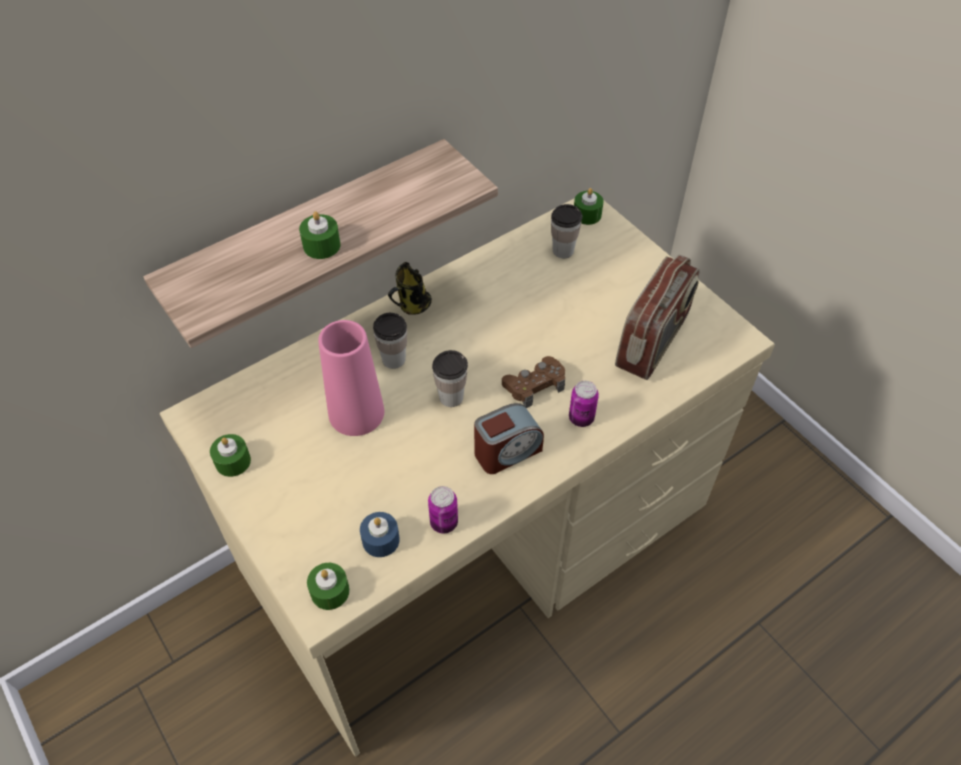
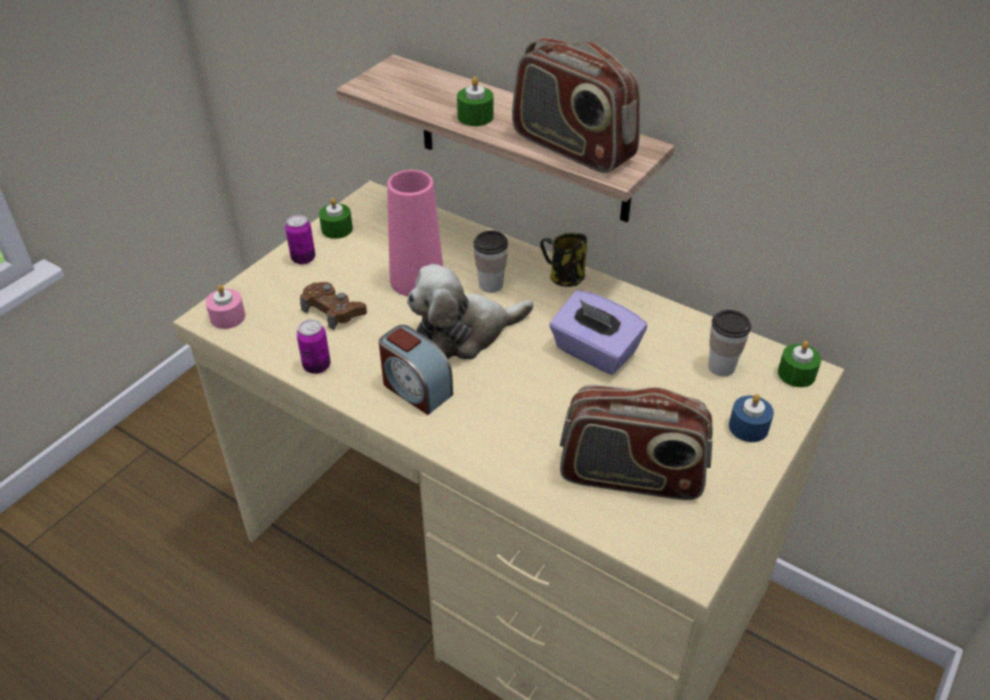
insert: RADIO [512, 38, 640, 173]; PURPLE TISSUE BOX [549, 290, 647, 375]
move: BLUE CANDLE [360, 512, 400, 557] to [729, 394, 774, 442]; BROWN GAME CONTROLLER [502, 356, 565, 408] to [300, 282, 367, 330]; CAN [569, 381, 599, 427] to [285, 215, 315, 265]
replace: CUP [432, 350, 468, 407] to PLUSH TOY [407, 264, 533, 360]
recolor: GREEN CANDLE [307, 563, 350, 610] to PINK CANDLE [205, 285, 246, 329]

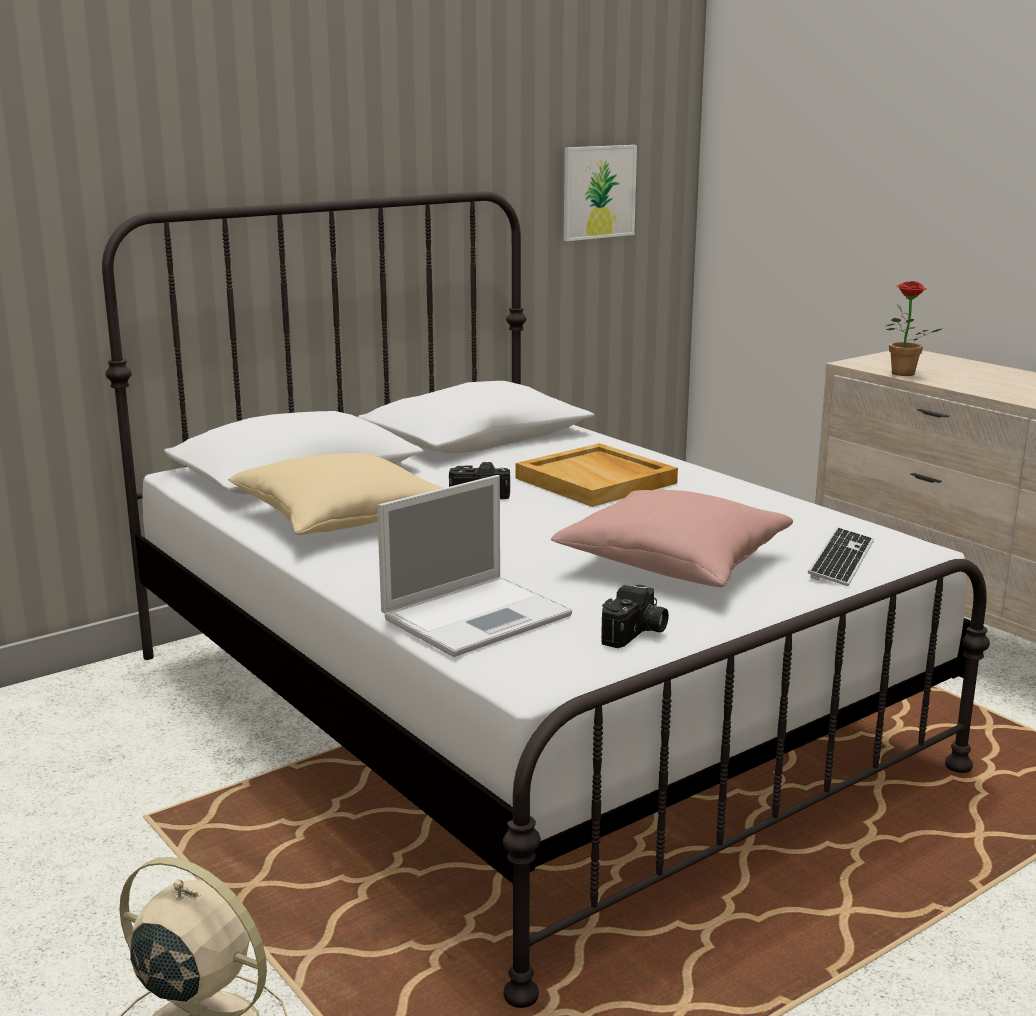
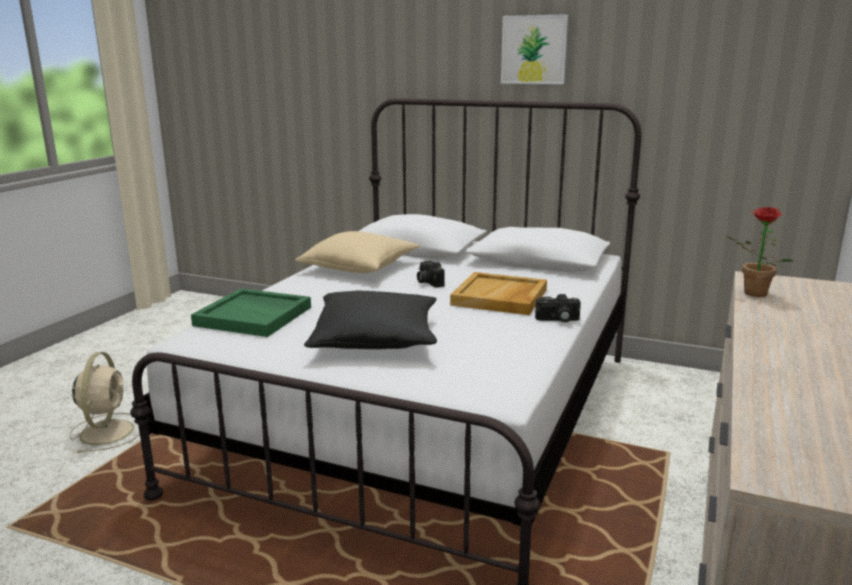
delete: KEYBOARD [807, 527, 874, 586]
move: PICTURE [564, 145, 637, 241] to [501, 14, 568, 84]; PHOTO CAMERA [601, 585, 669, 648] to [535, 294, 581, 322]
replace: LAPTOP [377, 475, 572, 657] to GREEN TRAY [191, 288, 311, 337]
recolor: PINK PILLOW [551, 490, 793, 587] to BLACK PILLOW [304, 291, 437, 349]

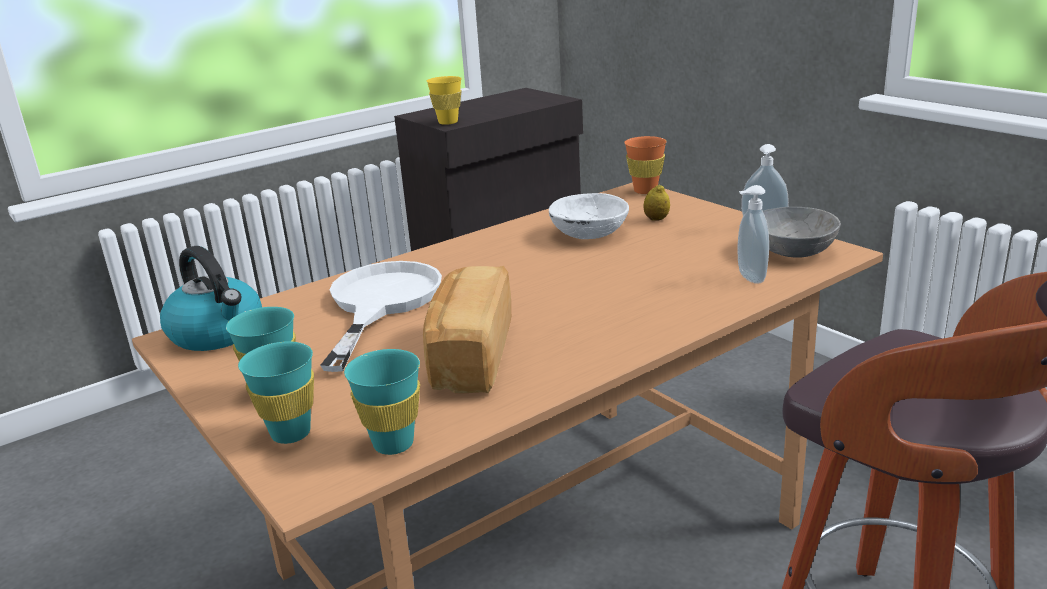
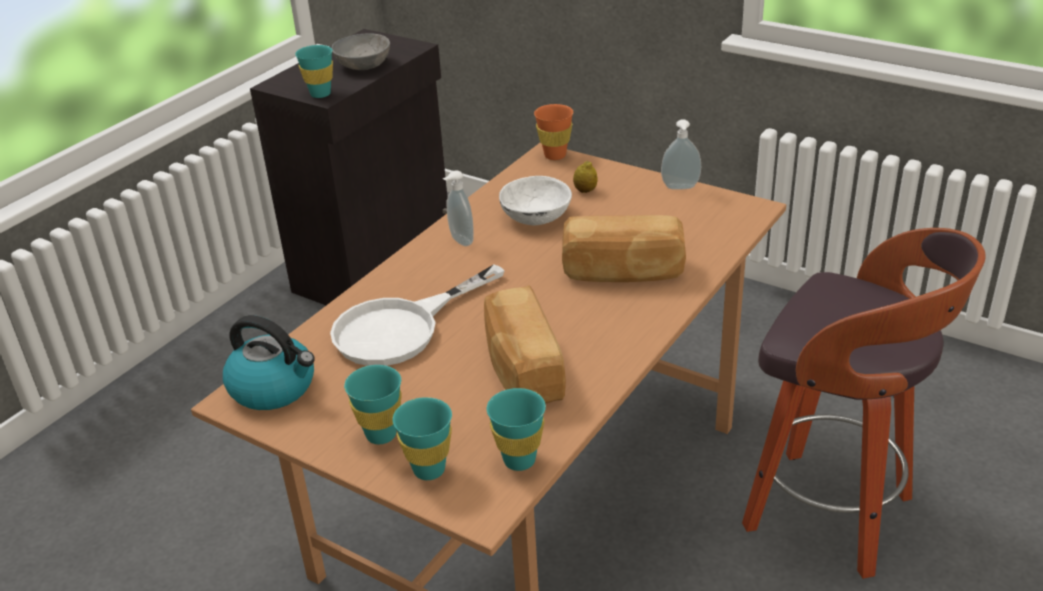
insert: BREAD [562, 215, 686, 282]
move: SOAP DISPENSER [738, 185, 769, 284] to [443, 170, 474, 246]; GREY BOWL [763, 207, 841, 258] to [331, 33, 390, 70]
recolor: YELLOW CUP [427, 76, 462, 125] to TURQUOISE CUP [295, 45, 333, 98]
rotate: WHITE FRYING PAN [320, 261, 442, 372] = [330, 264, 505, 366] 120 degrees counterclockwise

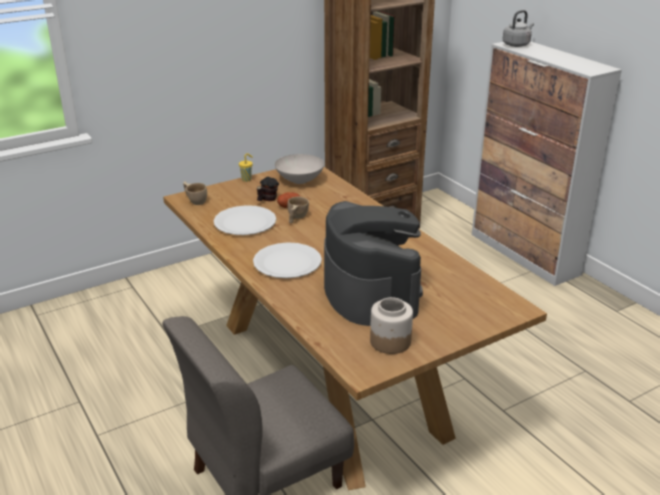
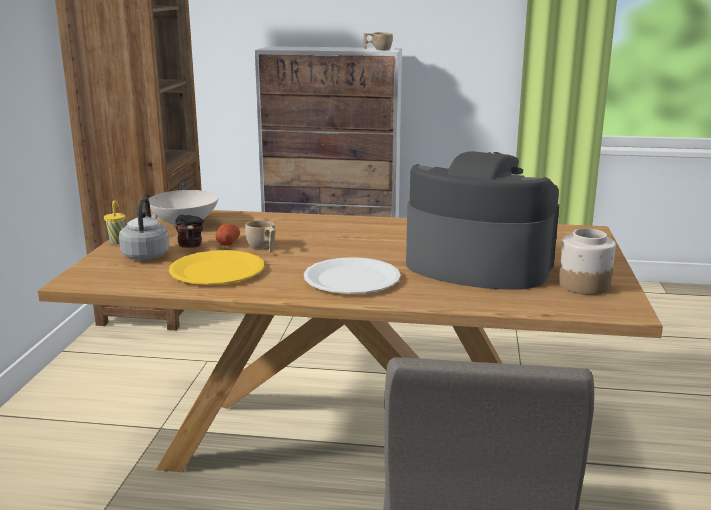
move: BEIGE CUP [183, 181, 207, 205] to [364, 32, 393, 50]; GREY KETTLE [502, 10, 534, 47] to [119, 197, 170, 260]
recolor: WHITE PLATE [213, 205, 276, 235] to YELLOW PLATE [169, 250, 264, 285]

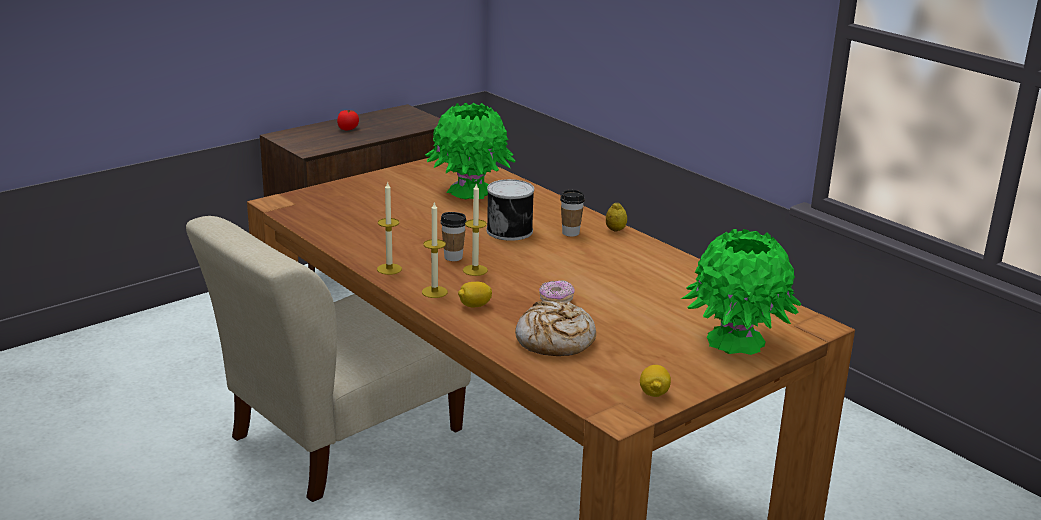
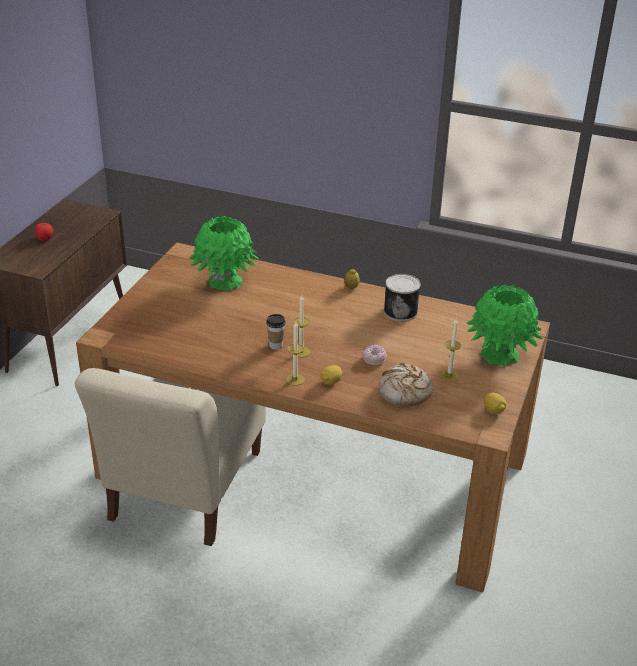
delete: CUP [560, 190, 585, 237]
move: CANDLE [377, 181, 402, 275] to [440, 319, 461, 382]; CAN [487, 179, 534, 241] to [384, 274, 420, 322]

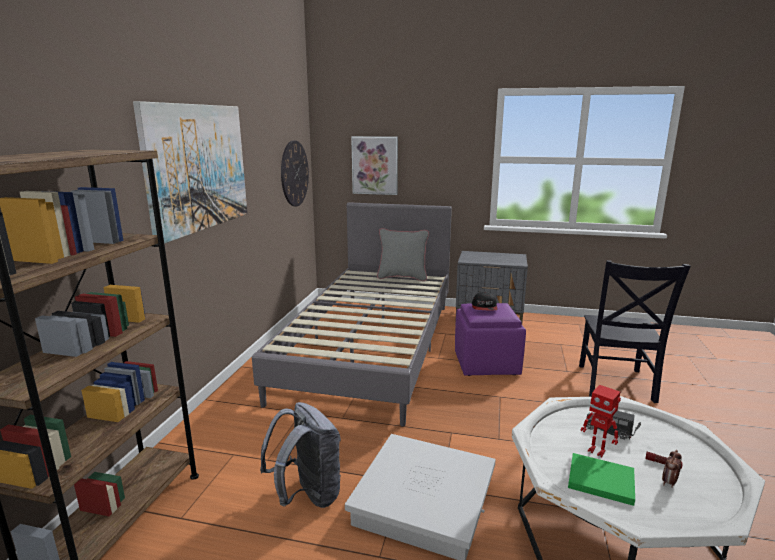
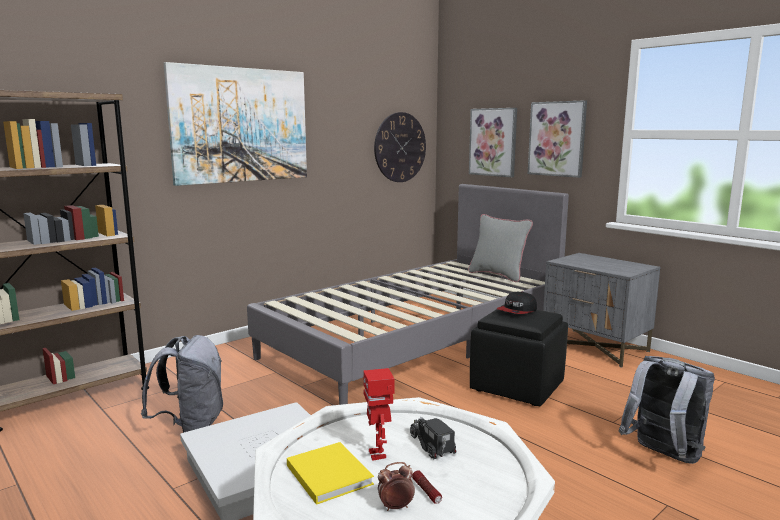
insert: PICTURE [528, 100, 587, 178]
replace: BLACK CHAIR [579, 260, 691, 403] to GREY BACKPACK [619, 356, 715, 464]
recolor: PURPLE OTTOMAN [455, 303, 526, 376] to BLACK OTTOMAN [470, 305, 568, 406]; GREEN BOOK [568, 453, 635, 506] to YELLOW BOOK [287, 442, 374, 505]

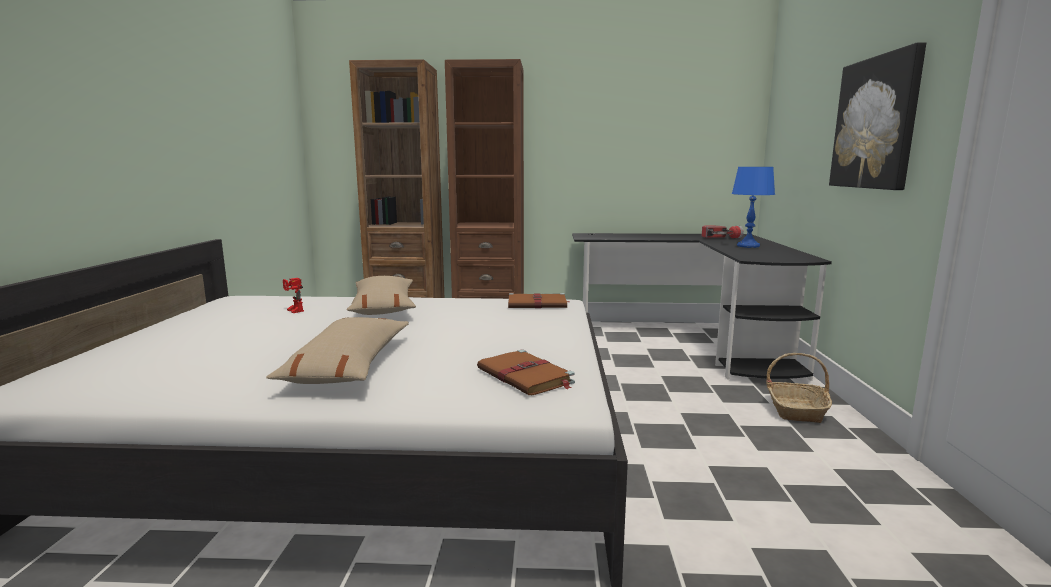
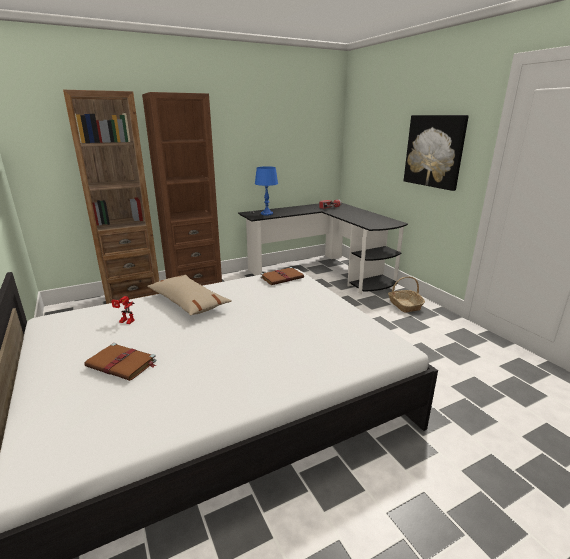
delete: BEIGE PILLOW [266, 317, 409, 384]
move: BROWN BOOK [477, 349, 575, 395] to [84, 343, 157, 381]; BLUE TABLE LAMP [732, 167, 775, 248] to [255, 166, 278, 215]

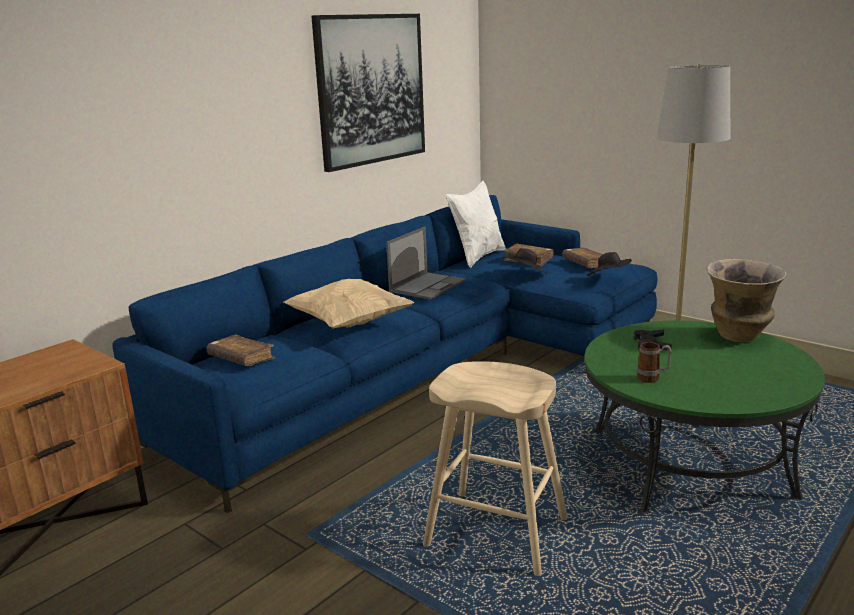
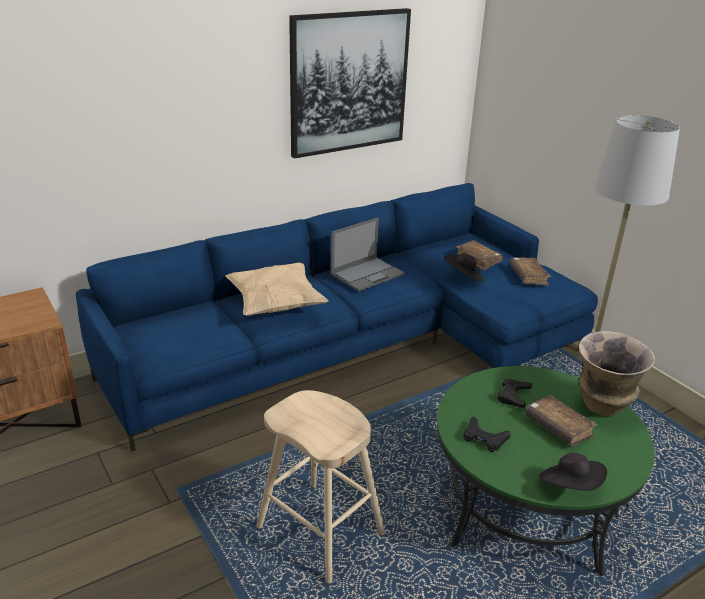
delete: WHITE PILLOW [446, 181, 506, 268]
move: BROWN BOOK [207, 334, 275, 366] to [525, 395, 598, 446]; BLACK HAT [587, 252, 632, 277] to [539, 453, 607, 491]
replace: MUG [637, 342, 672, 383] to BLACK GAME CONTROLLER [463, 416, 511, 452]

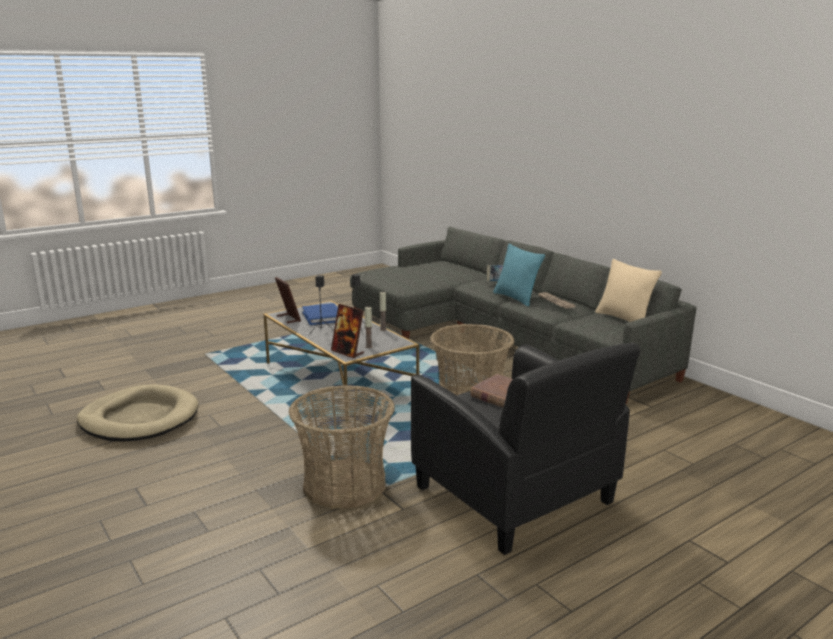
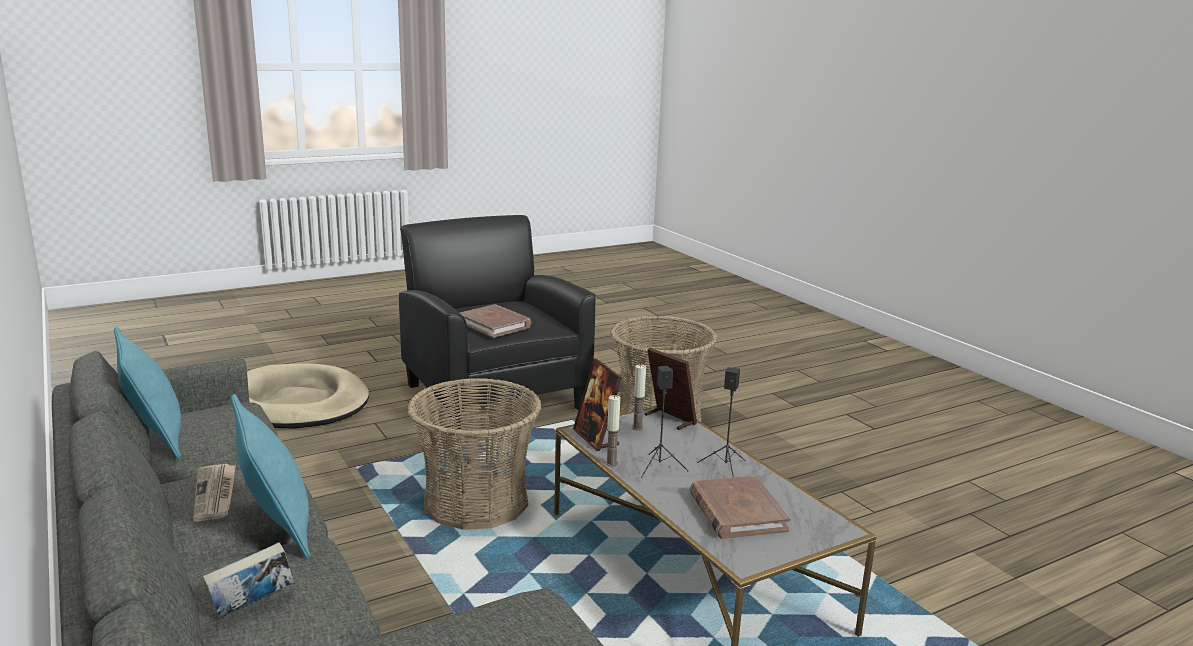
move: BEIGE DOG BED [76, 384, 199, 441] to [247, 363, 369, 429]; PICTURE FRAME [275, 277, 301, 323] to [573, 359, 622, 451]
recolor: BLUE BOOK [302, 303, 338, 325] to BROWN BOOK [690, 475, 791, 539]; BEIGE PILLOW [595, 259, 662, 322] to TURQUOISE PILLOW [114, 327, 181, 459]

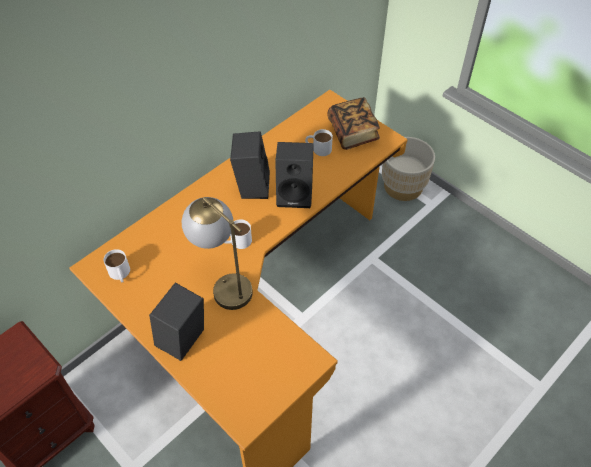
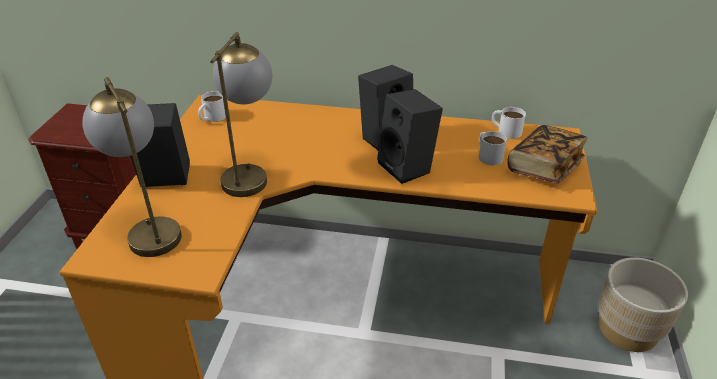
insert: TABLE LAMP [82, 77, 182, 257]
move: WHITE MUG [224, 219, 252, 249] to [492, 107, 526, 139]

